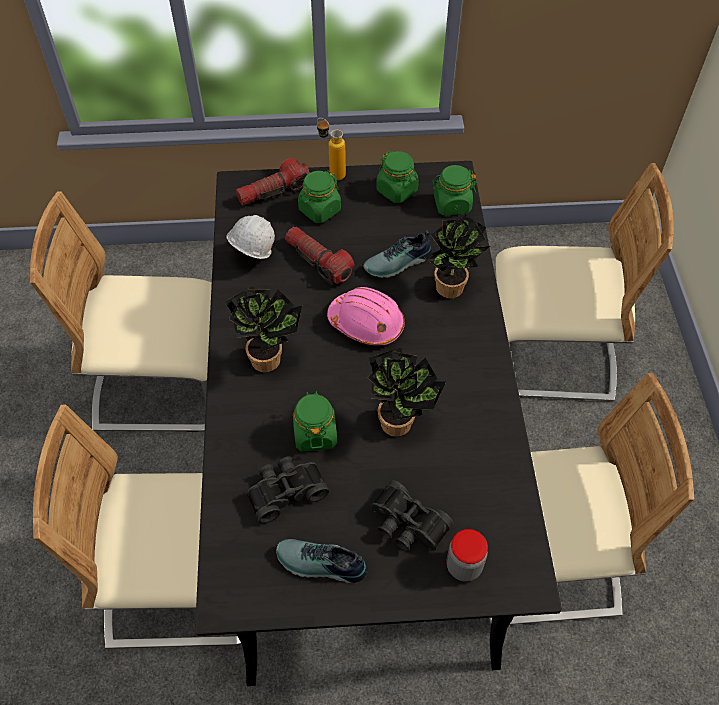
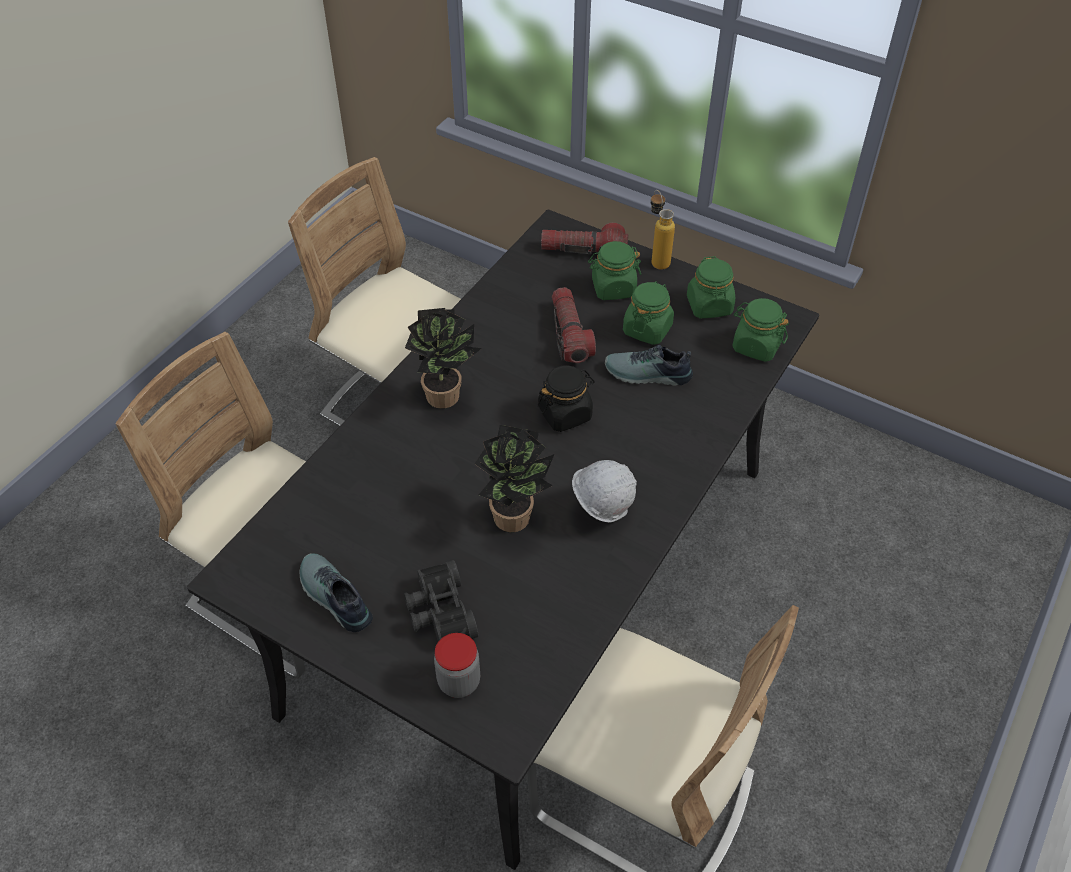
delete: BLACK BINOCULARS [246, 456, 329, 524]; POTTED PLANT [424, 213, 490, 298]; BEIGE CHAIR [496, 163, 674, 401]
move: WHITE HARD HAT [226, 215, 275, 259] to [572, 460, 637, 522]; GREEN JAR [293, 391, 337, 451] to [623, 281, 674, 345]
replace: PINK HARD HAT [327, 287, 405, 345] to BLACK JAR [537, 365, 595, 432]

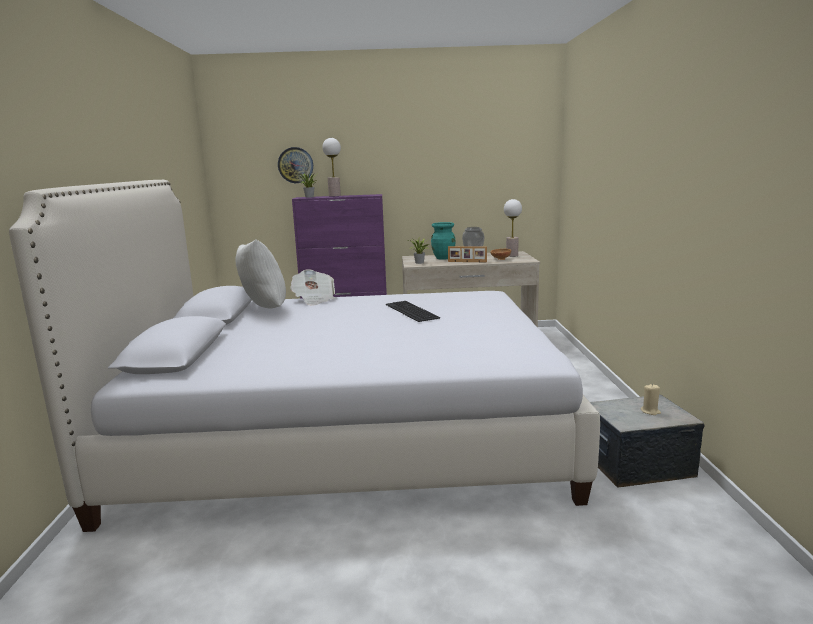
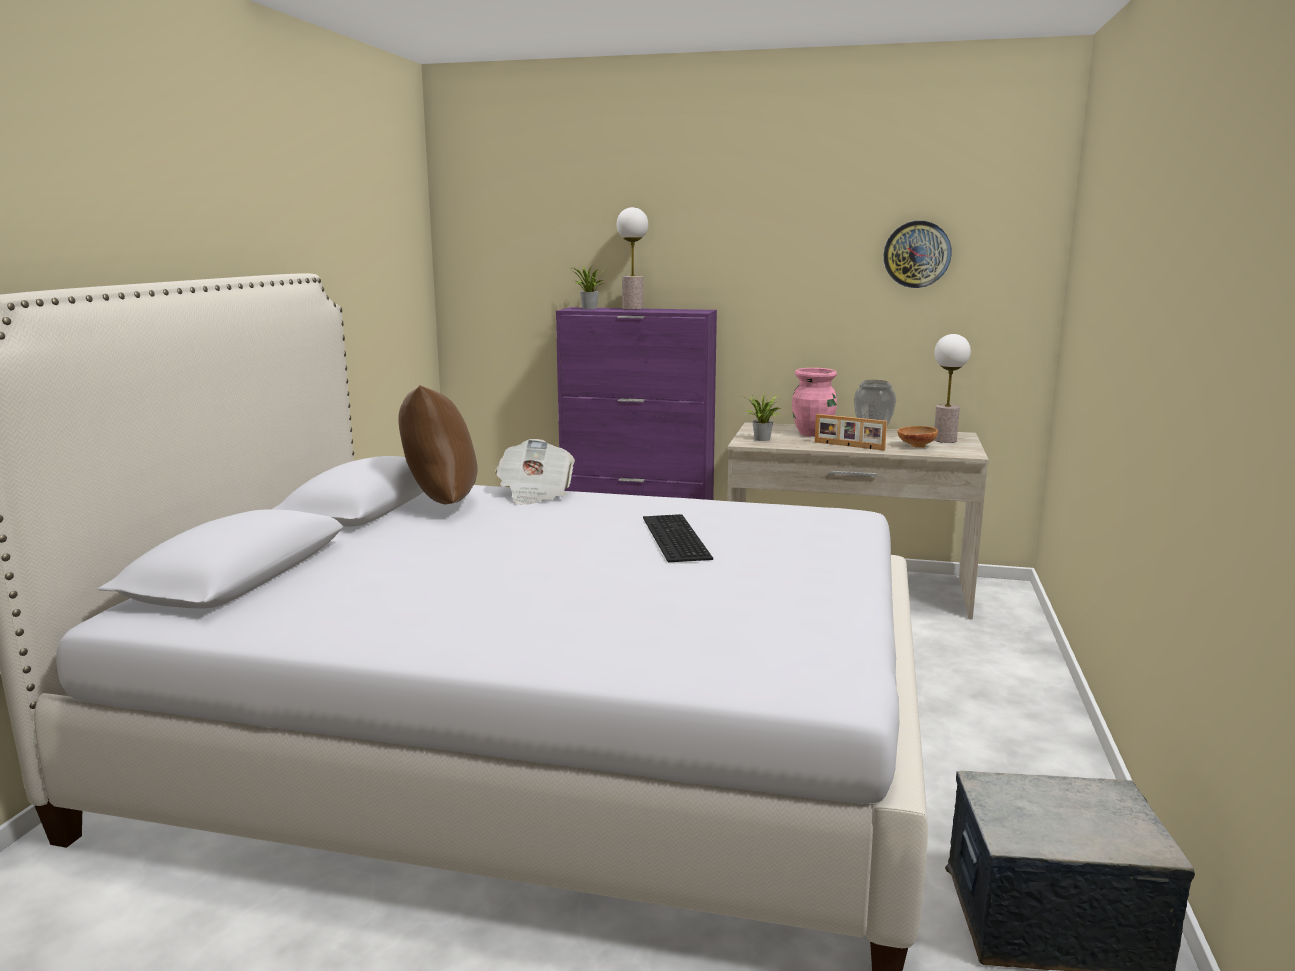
delete: BEIGE CANDLE [641, 384, 661, 415]
move: WALL CLOCK [278, 147, 313, 183] to [884, 221, 952, 288]
recolor: WHITE PILLOW [235, 239, 286, 308] to BROWN PILLOW [398, 385, 478, 505]; TURQUOISE VASE [431, 222, 456, 260] to PINK VASE [792, 368, 837, 437]

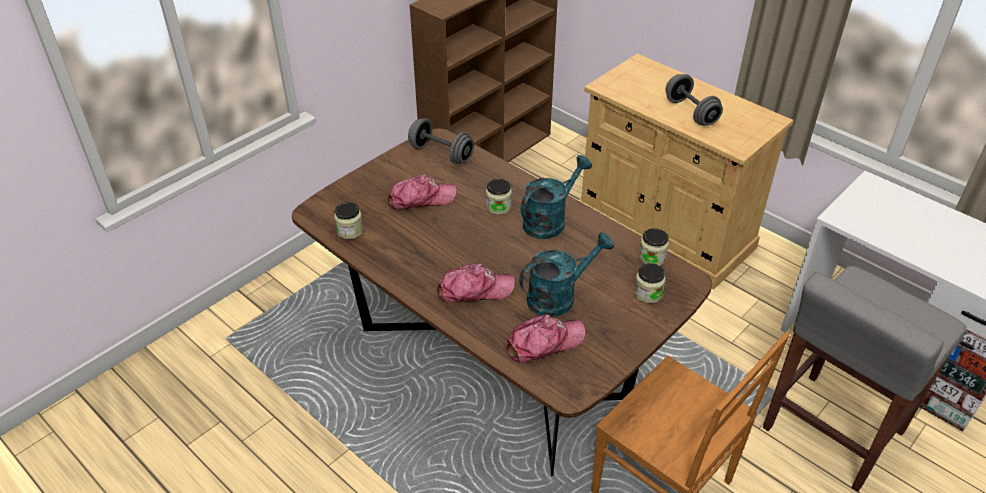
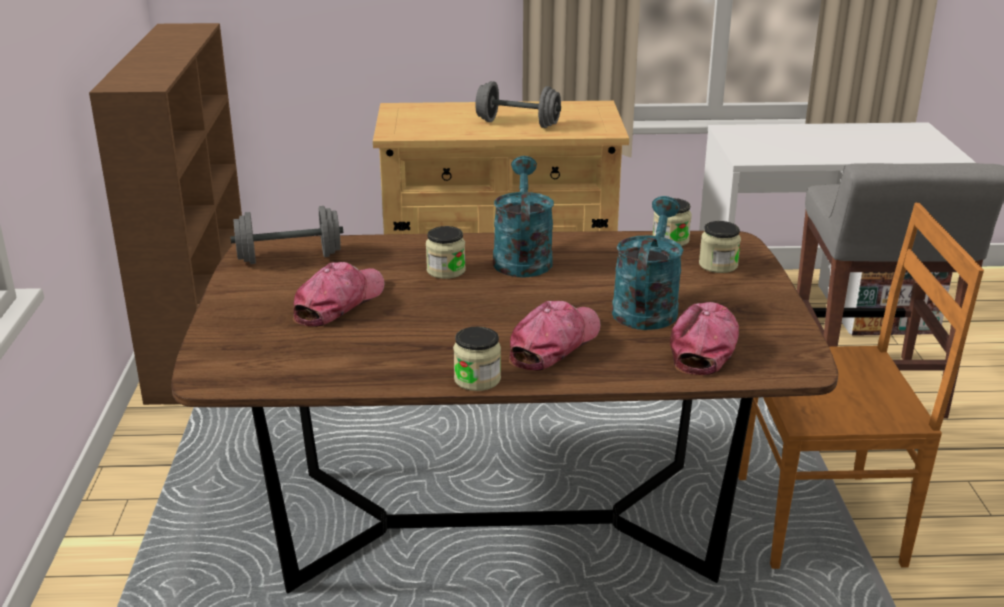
move: JAR [334, 202, 363, 239] to [453, 326, 501, 391]

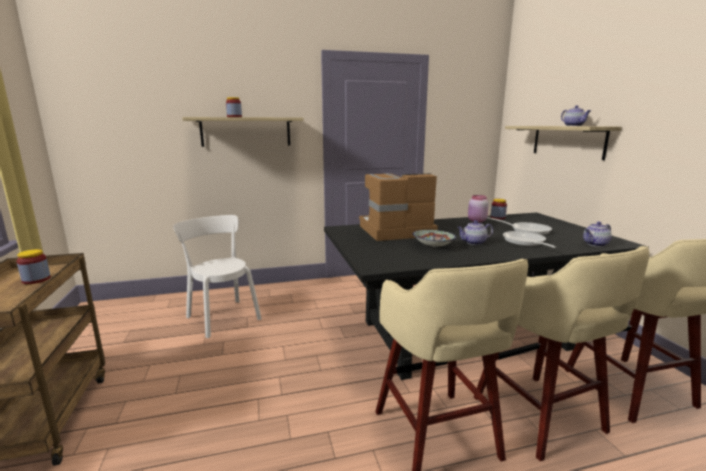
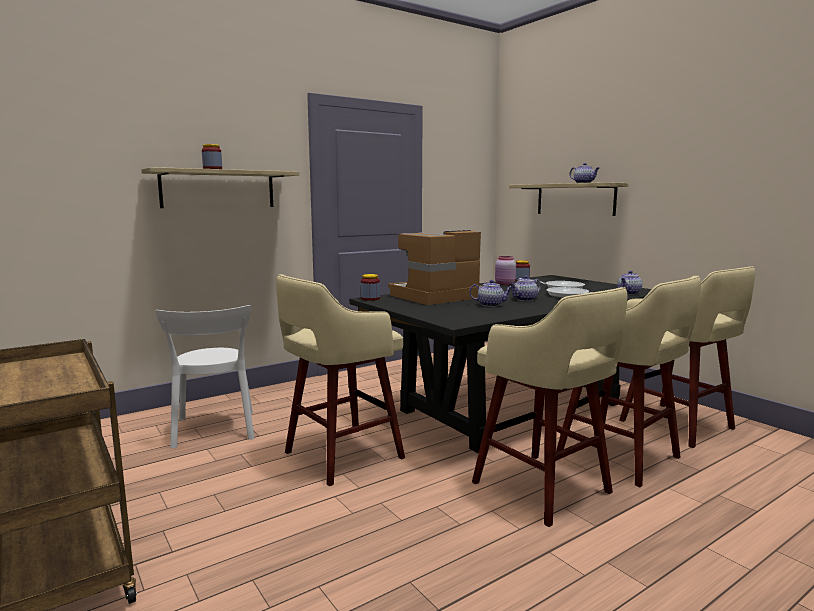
insert: BEIGE STOOL [276, 274, 405, 486]
move: JAR [17, 249, 51, 284] to [361, 274, 380, 301]
replace: BOWL [413, 230, 457, 247] to TEAPOT [469, 280, 513, 307]
rotate: WHITE CHAIR [173, 215, 261, 338] = [156, 305, 254, 449] 135 degrees counterclockwise

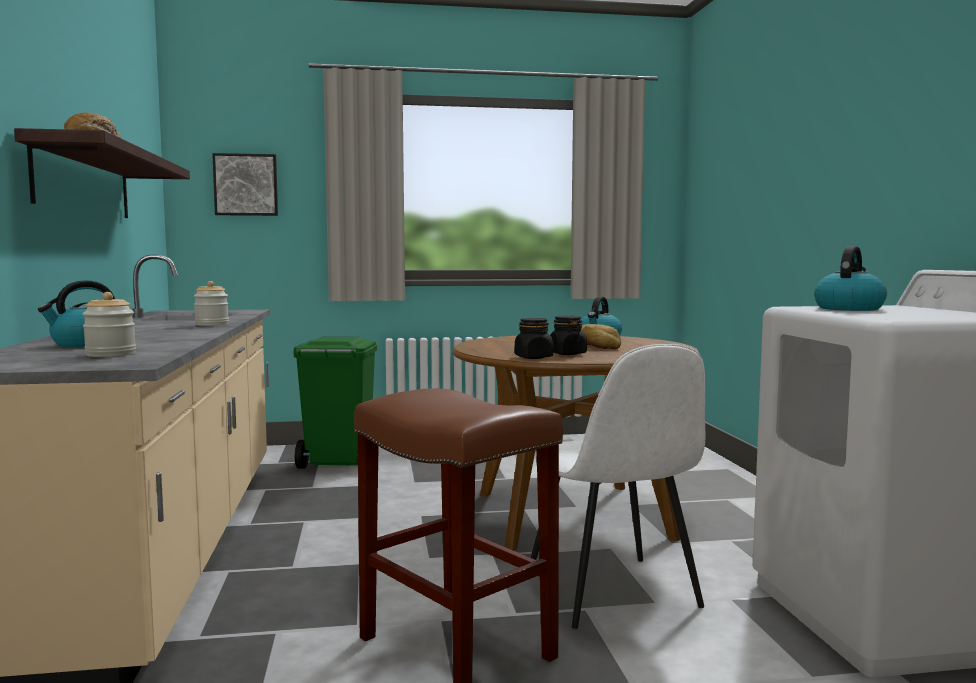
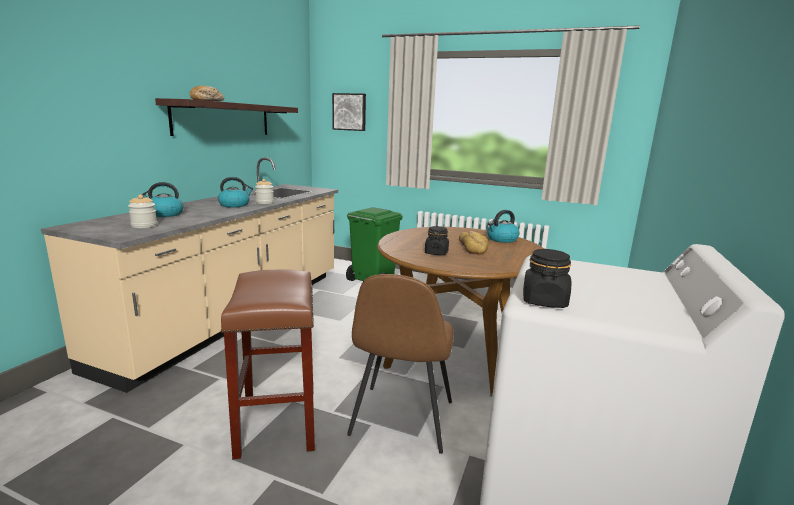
move: BLACK JAR [515, 318, 553, 359] to [523, 249, 571, 308]; KETTLE [814, 246, 887, 311] to [218, 177, 254, 207]
recolor: WHITE CHAIR [531, 344, 705, 629] to BROWN CHAIR [347, 274, 454, 454]

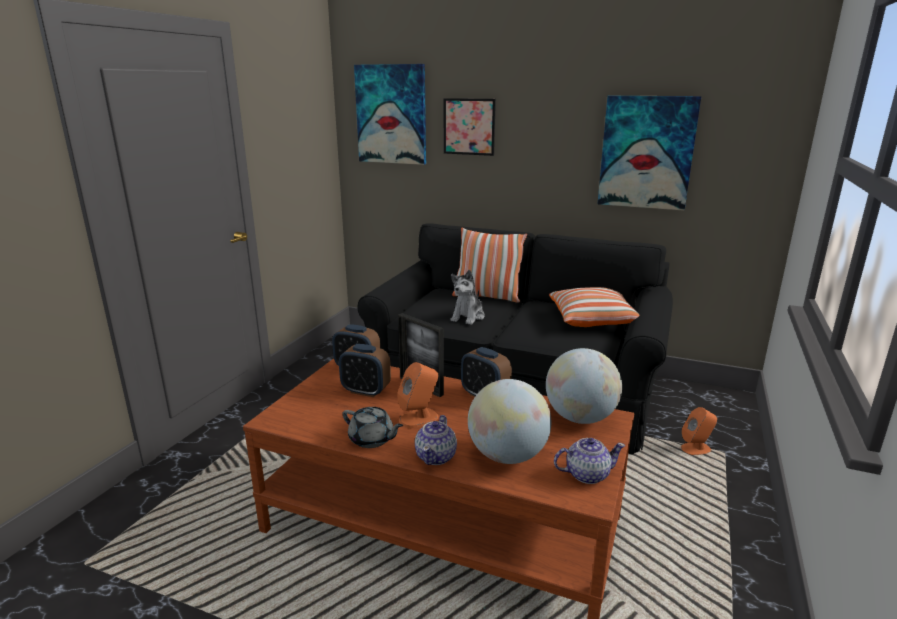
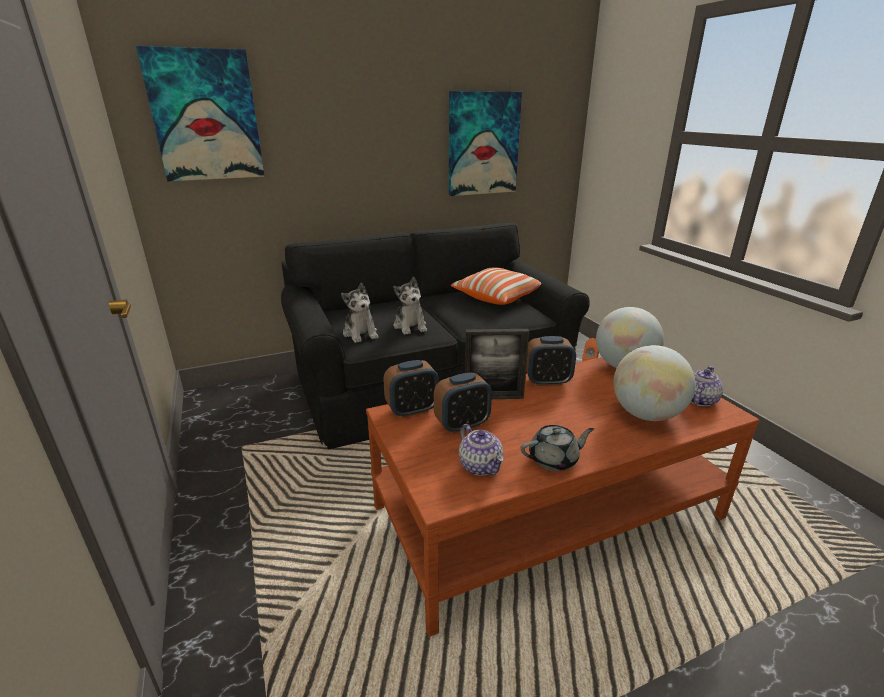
delete: ORANGE SPEAKER [397, 362, 439, 428]; PICTURE [444, 98, 496, 156]; PILLOW [452, 227, 527, 303]
insert: PLUSH TOY [341, 283, 378, 343]
move: TEAPOT [415, 415, 457, 465] to [459, 424, 504, 476]

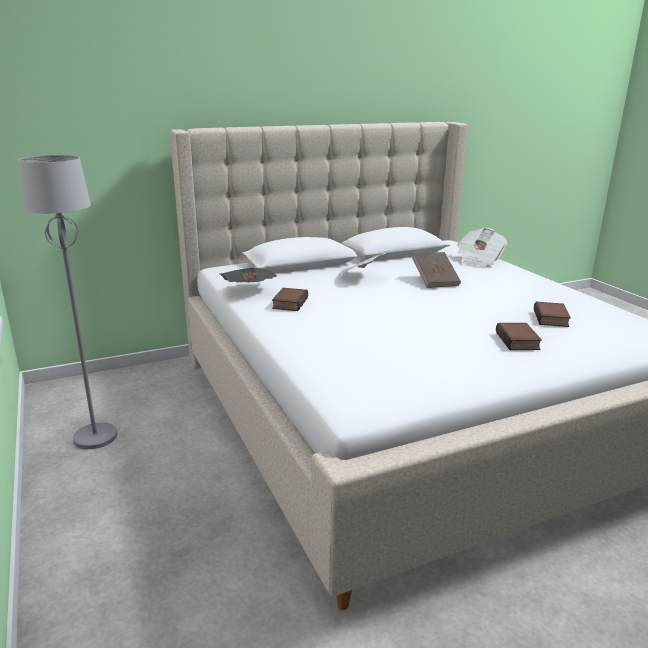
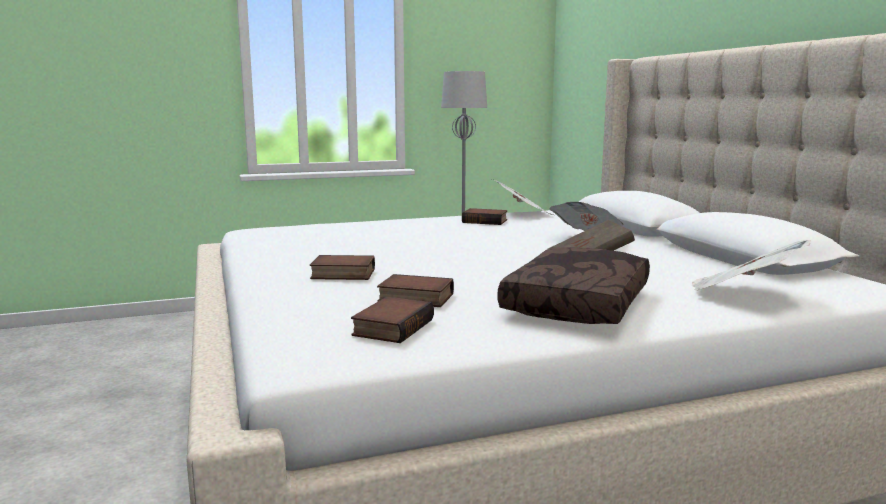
insert: BOOK [351, 297, 434, 343]; BROWN PILLOW [497, 247, 650, 324]

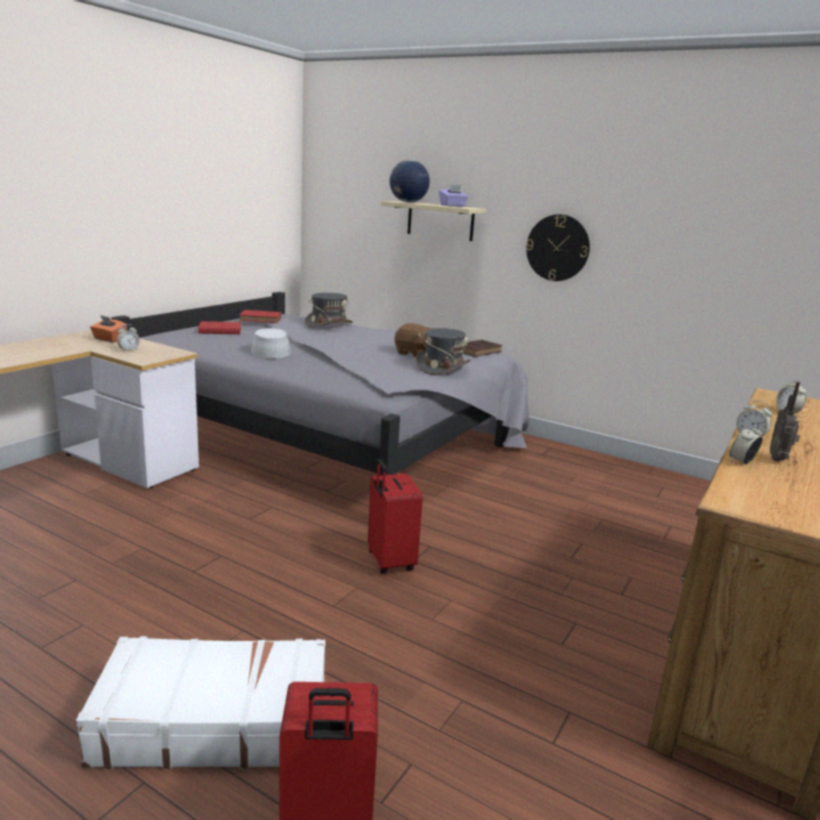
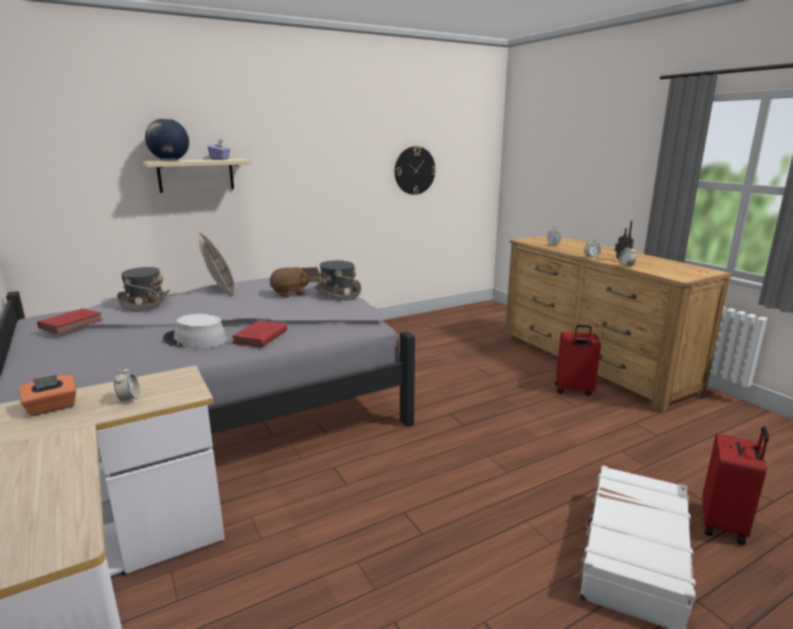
insert: PILLOW [198, 232, 234, 296]
move: RED BOOK [198, 321, 241, 334] to [232, 320, 287, 348]; RED SUITCASE [368, 459, 423, 574] to [555, 325, 601, 396]; WALL CLOCK [526, 214, 590, 281] to [395, 146, 436, 195]

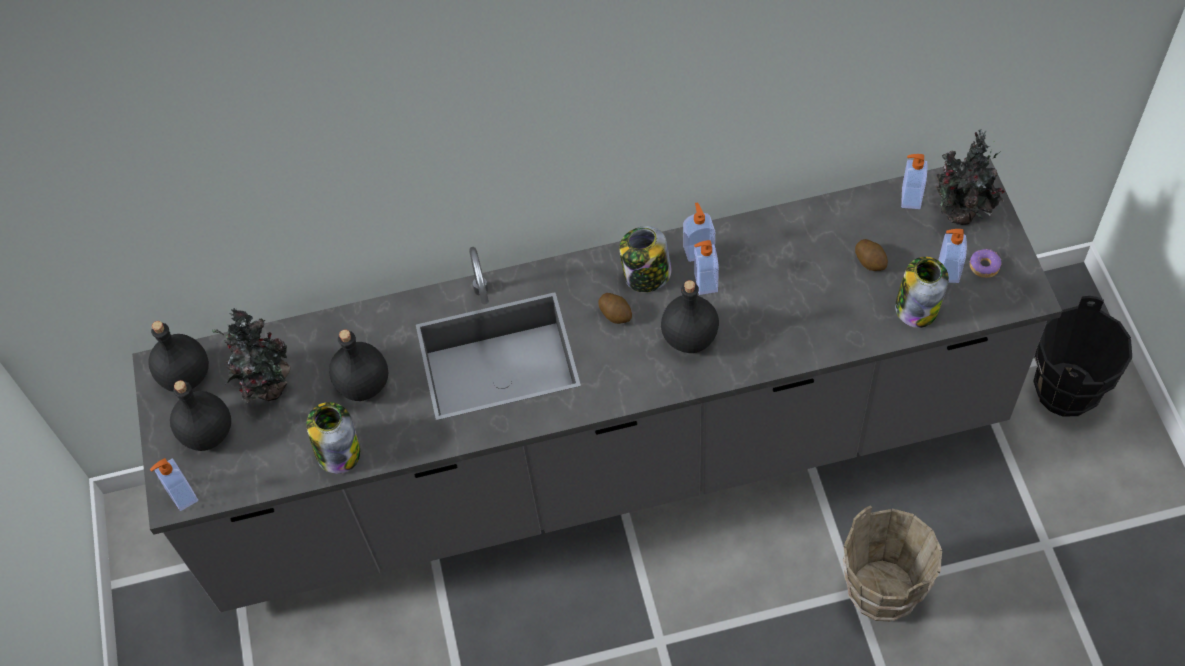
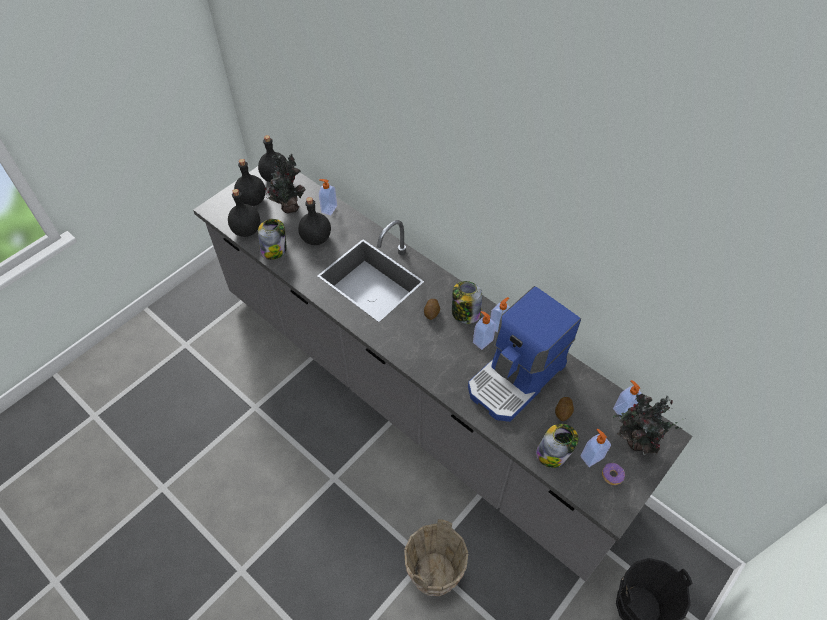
insert: COFFEE MACHINE [468, 286, 581, 422]
move: SOAP DISPENSER [150, 458, 198, 511] to [319, 179, 337, 215]; BLACK BOTTLE [661, 280, 719, 353] to [228, 189, 260, 237]

